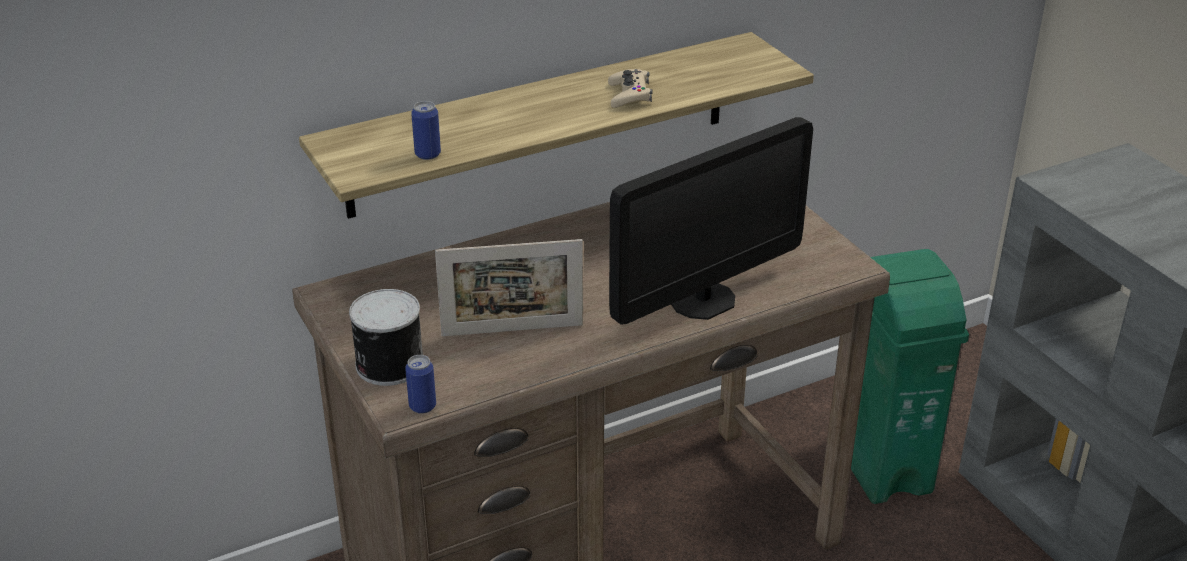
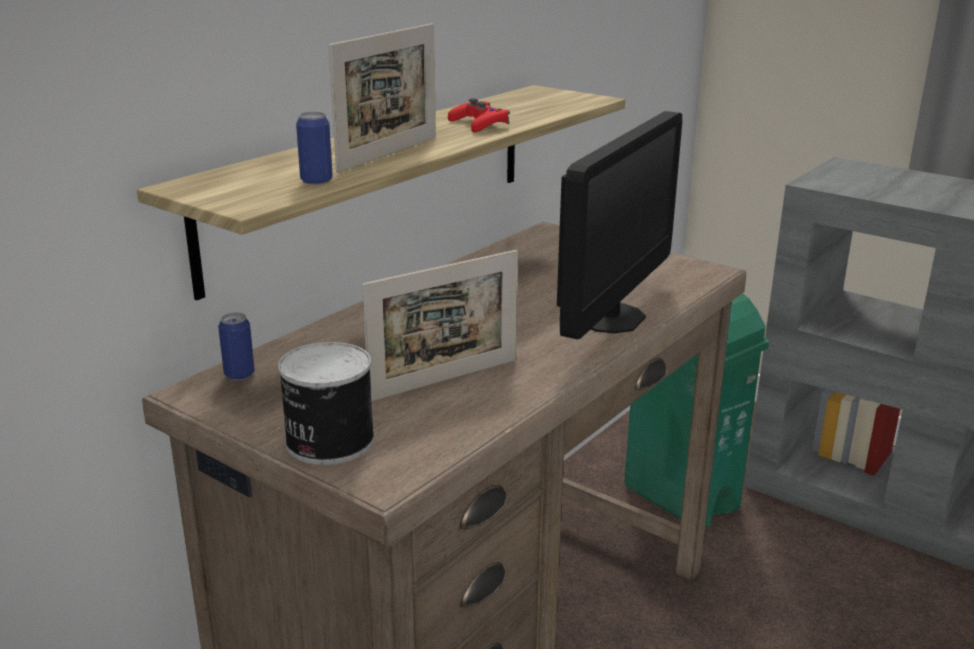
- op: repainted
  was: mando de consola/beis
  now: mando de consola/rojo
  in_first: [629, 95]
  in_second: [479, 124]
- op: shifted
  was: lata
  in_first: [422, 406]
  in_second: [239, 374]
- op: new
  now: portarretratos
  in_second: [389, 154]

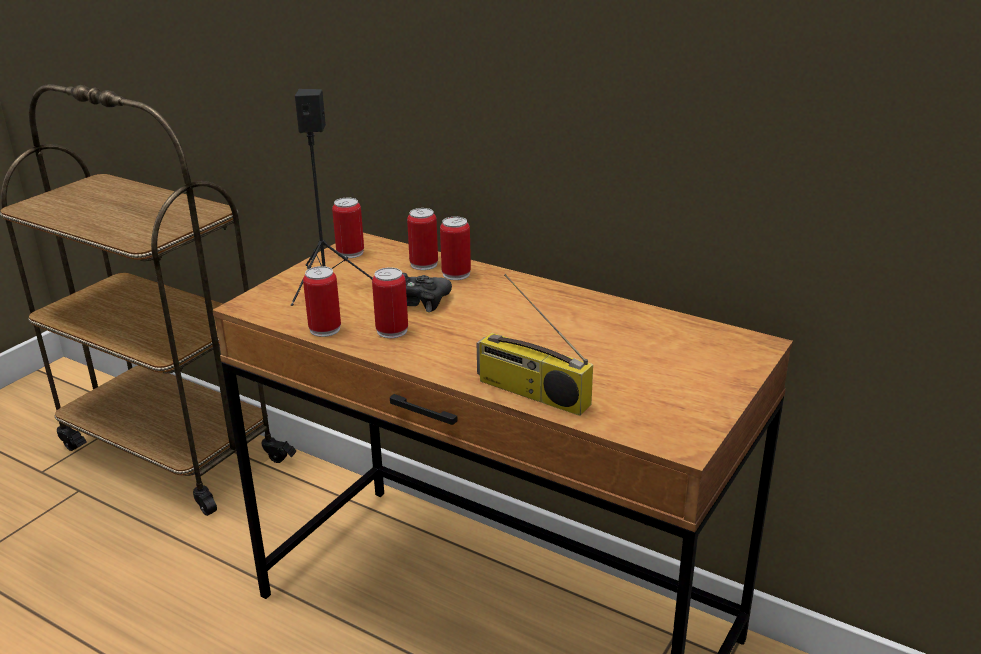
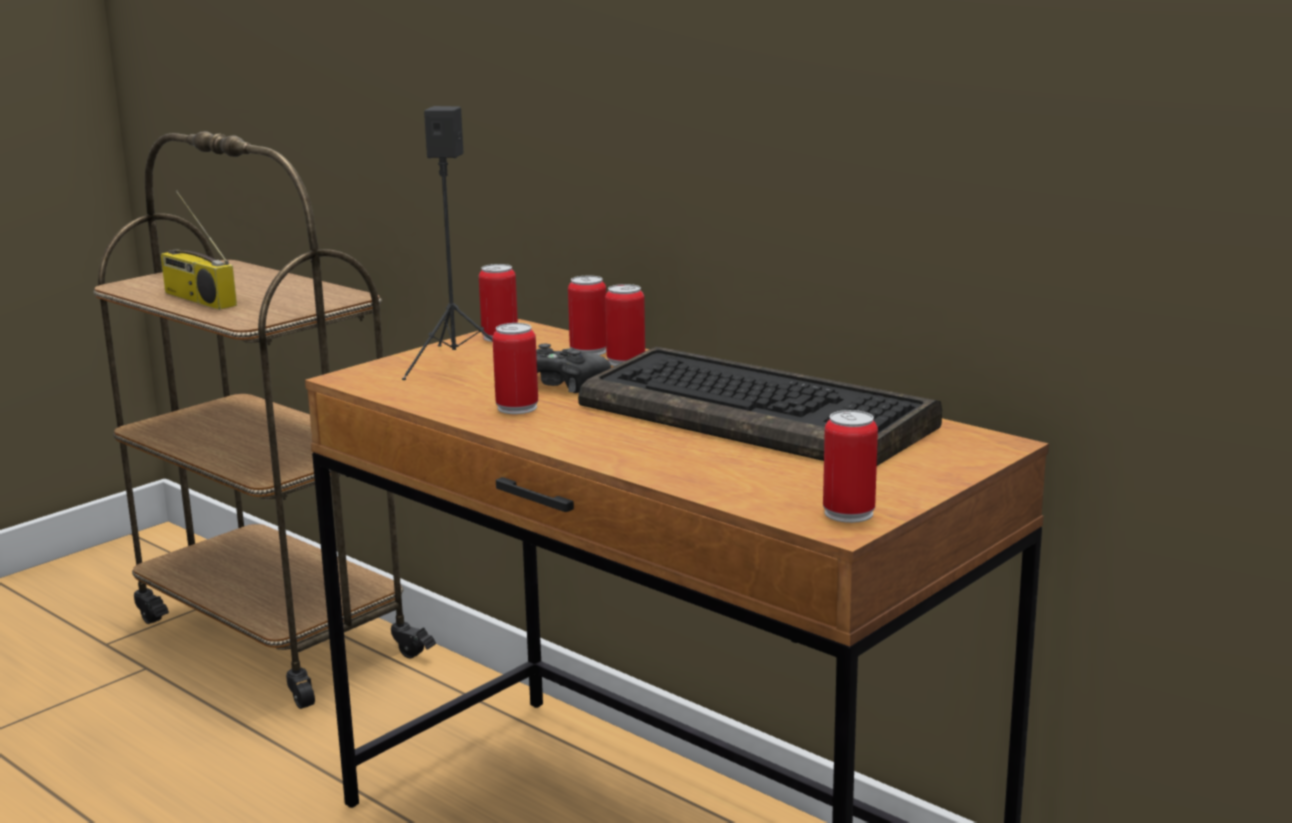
- op: shifted
  was: lata
  in_first: [325, 329]
  in_second: [848, 513]
- op: shifted
  was: radio
  in_first: [530, 393]
  in_second: [197, 299]
- op: new
  now: teclado
  in_second: [760, 415]

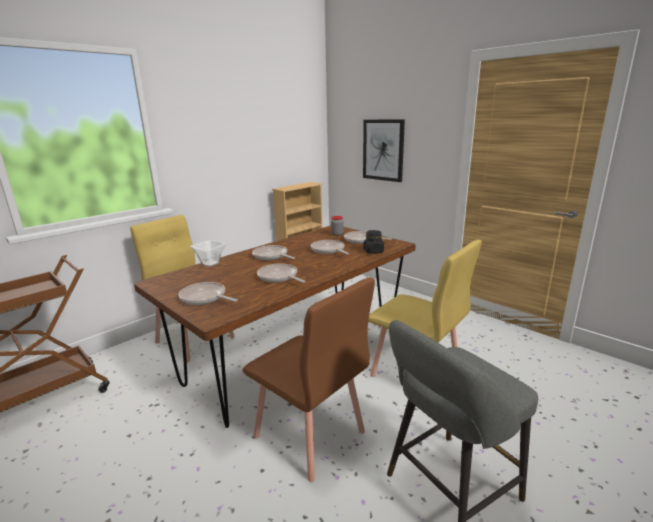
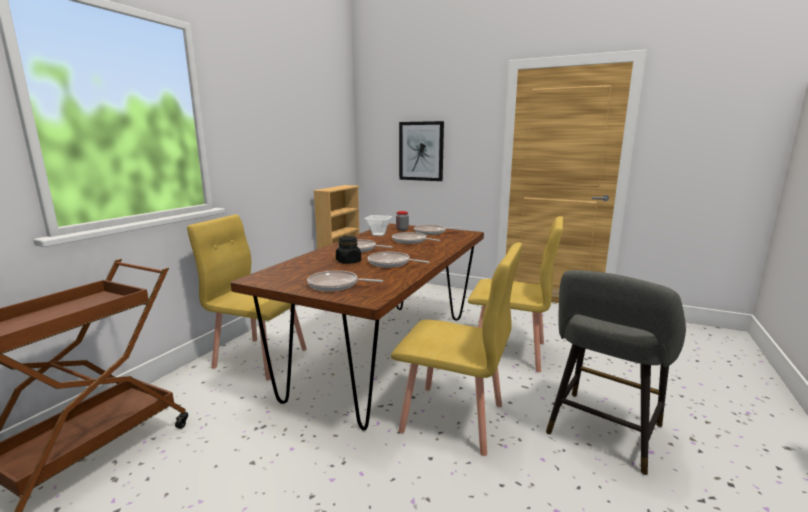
- op: shifted
  was: tarro/negro
  in_first: [373, 251]
  in_second: [348, 261]
- op: shifted
  was: cuenco
  in_first: [211, 264]
  in_second: [379, 234]
- op: repainted
  was: silla/marrón
  now: silla/amarillo
  in_first: [309, 435]
  in_second: [453, 418]

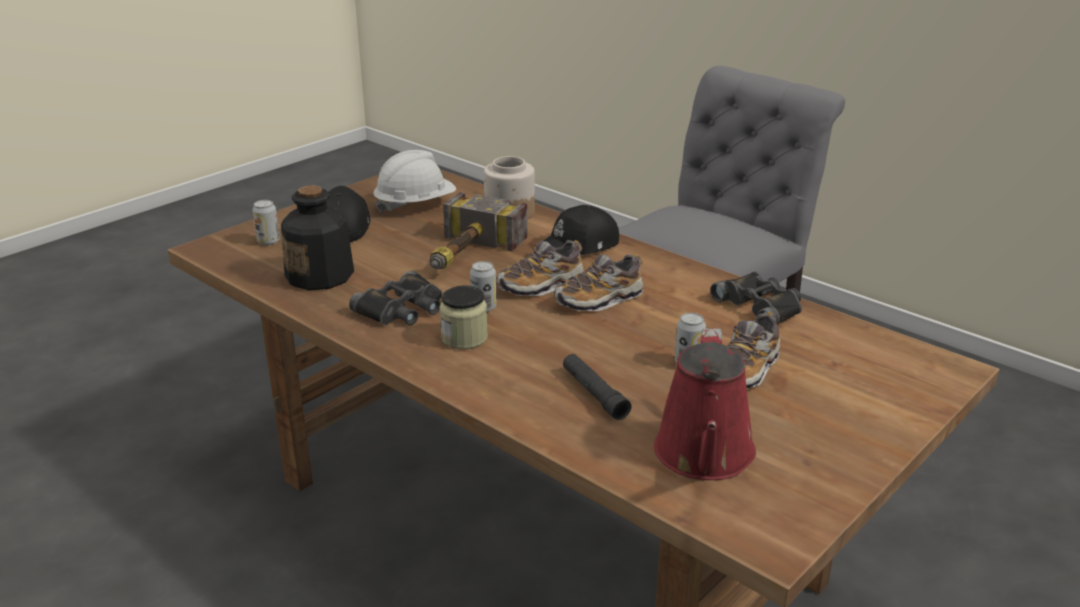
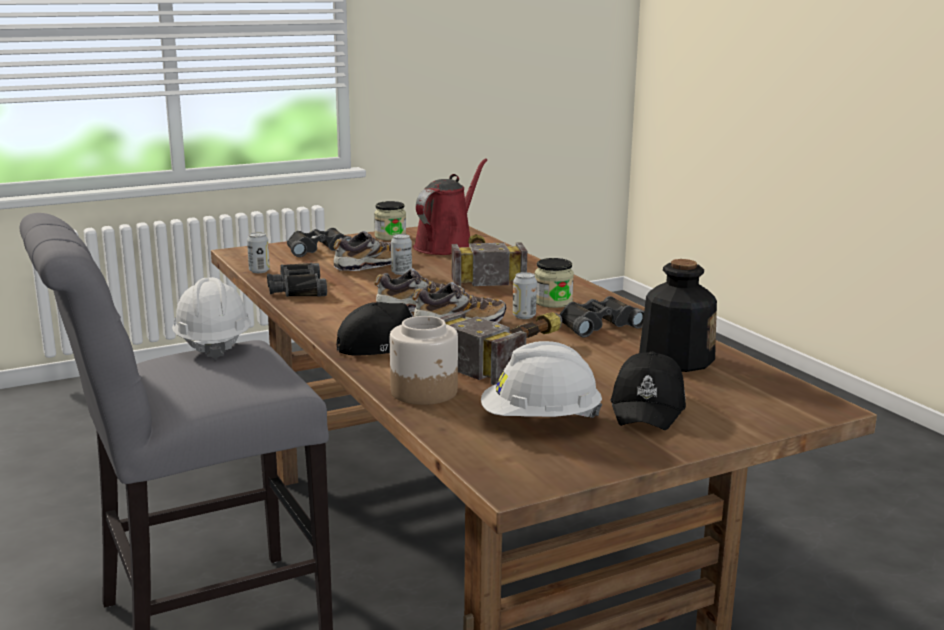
- op: shifted
  was: lata
  in_first: [268, 241]
  in_second: [259, 271]
- op: swapped
  was: linterna/negro
  now: martillo
  in_first: [594, 394]
  in_second: [482, 269]
- op: new
  now: tarro
  in_second: [390, 237]
- op: new
  now: prismáticos/negro
  in_second: [318, 249]
- op: new
  now: casco/blanco
  in_second: [213, 344]

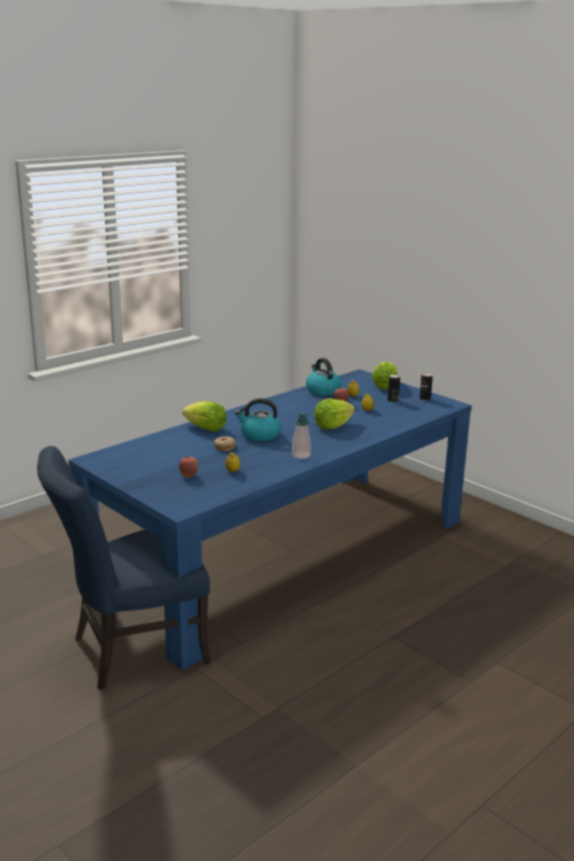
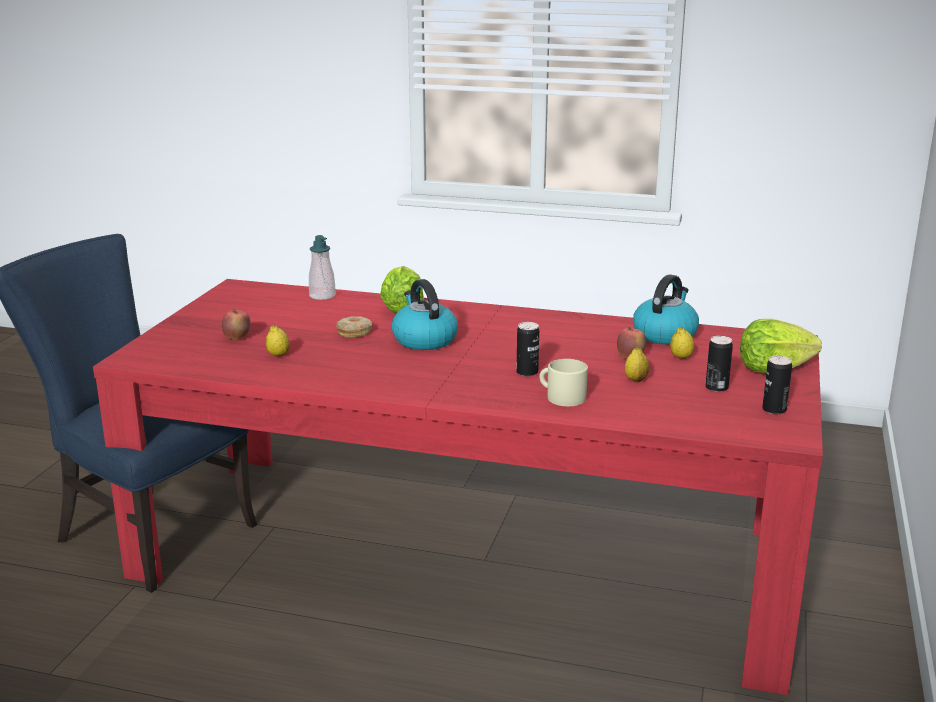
- op: repainted
  was: mesa de comedor/azul
  now: mesa de comedor/rojo
  in_first: [284, 554]
  in_second: [468, 556]
- op: swapped
  was: lechuga
  now: lata
  in_first: [332, 426]
  in_second: [527, 372]
- op: shifted
  was: dispensador de jabón
  in_first: [301, 455]
  in_second: [322, 296]
- op: new
  now: taza grande/beis
  in_second: [561, 397]

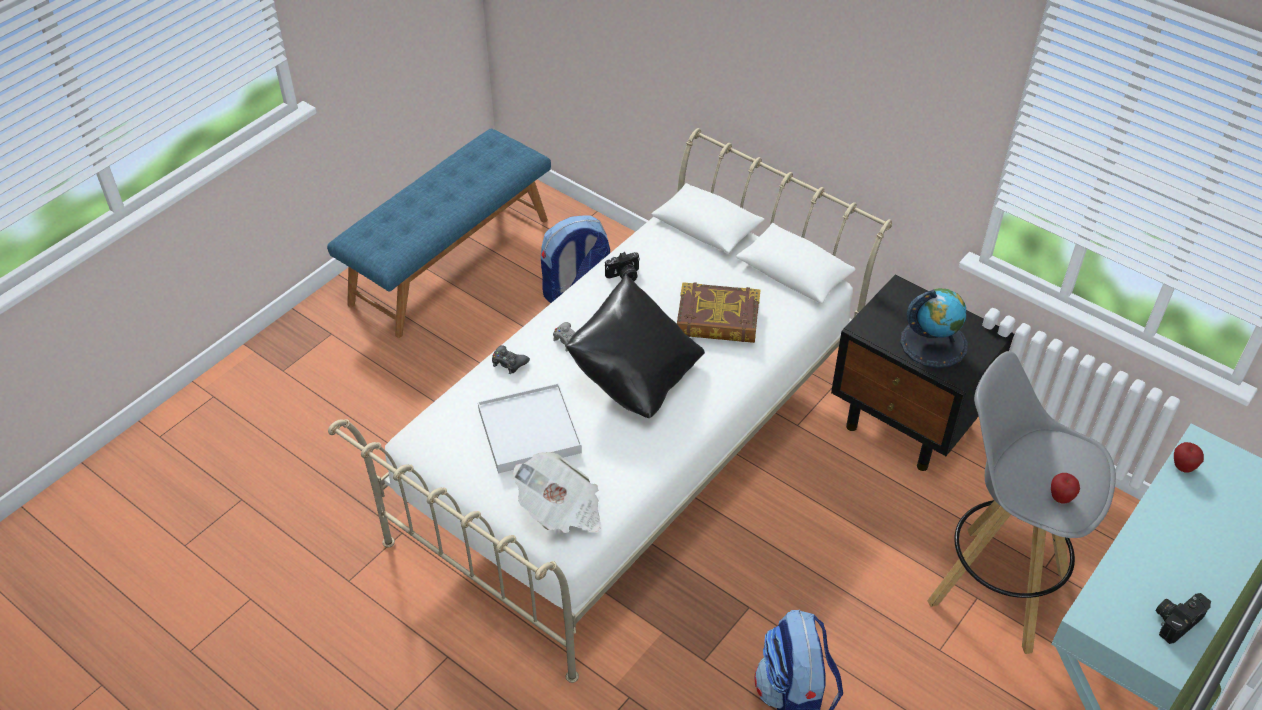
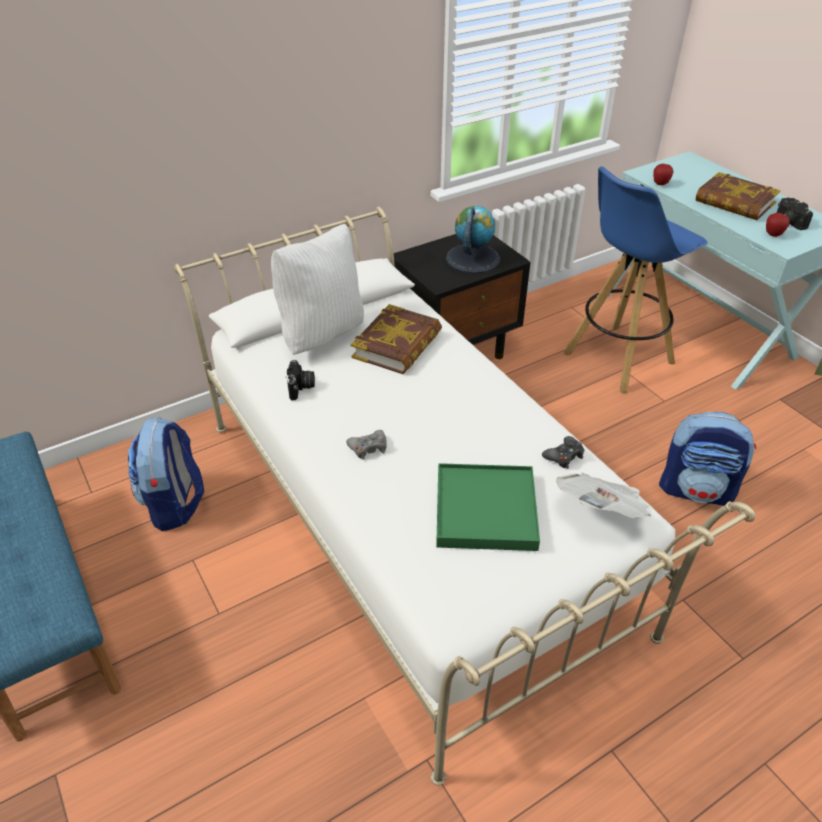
- op: gone
  was: cojín/negro
  in_first: [635, 376]
- op: shifted
  was: mando de consola/negro
  in_first: [509, 363]
  in_second: [564, 456]
- op: repainted
  was: taburete/gris
  now: taburete/azul
  in_first: [995, 586]
  in_second: [616, 358]
- op: repainted
  was: bandeja/blanco
  now: bandeja/verde
  in_first: [529, 431]
  in_second: [485, 510]
- op: shifted
  was: manzana
  in_first: [1060, 498]
  in_second: [773, 235]
- op: new
  now: libro
  in_second: [734, 202]
- op: new
  now: cojín/blanco
  in_second: [322, 334]

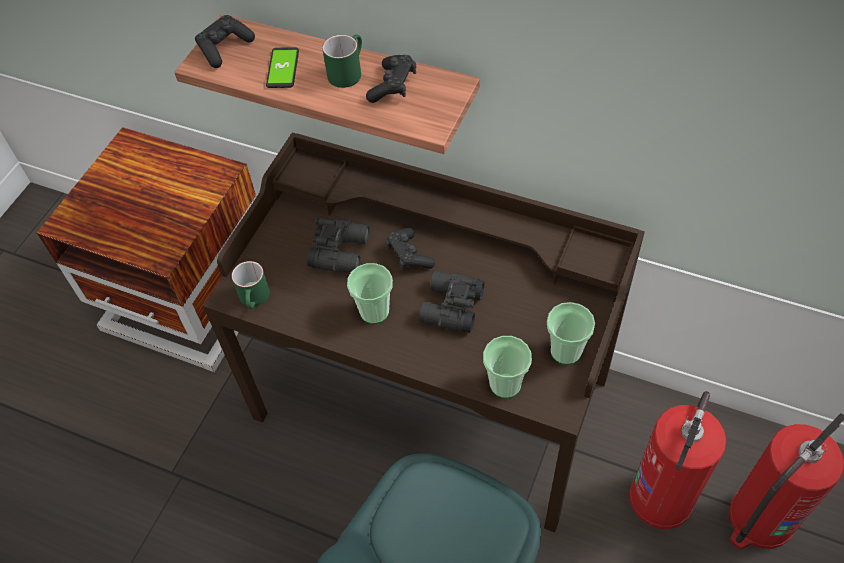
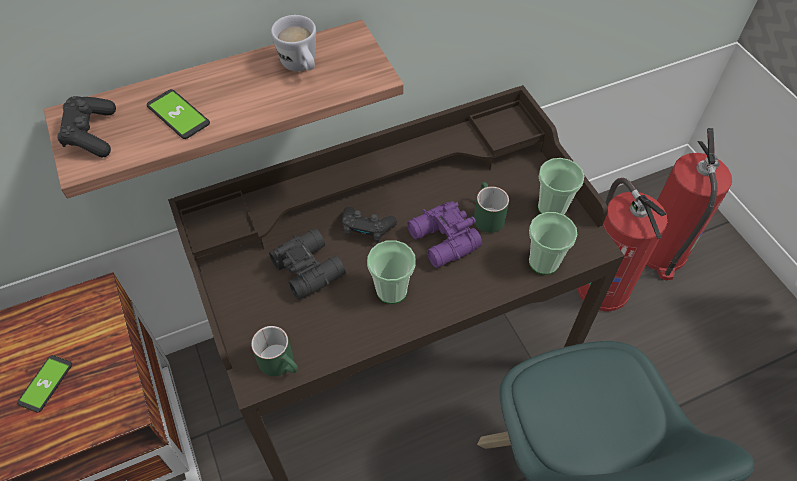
- op: shifted
  was: taza grande/verde
  in_first: [347, 71]
  in_second: [486, 215]
- op: swapped
  was: mando de consola/negro
  now: taza grande/blanco
  in_first: [393, 86]
  in_second: [301, 67]
- op: repainted
  was: prismáticos/negro
  now: prismáticos/morado
  in_first: [450, 307]
  in_second: [442, 241]
- op: new
  now: móvil
  in_second: [45, 383]

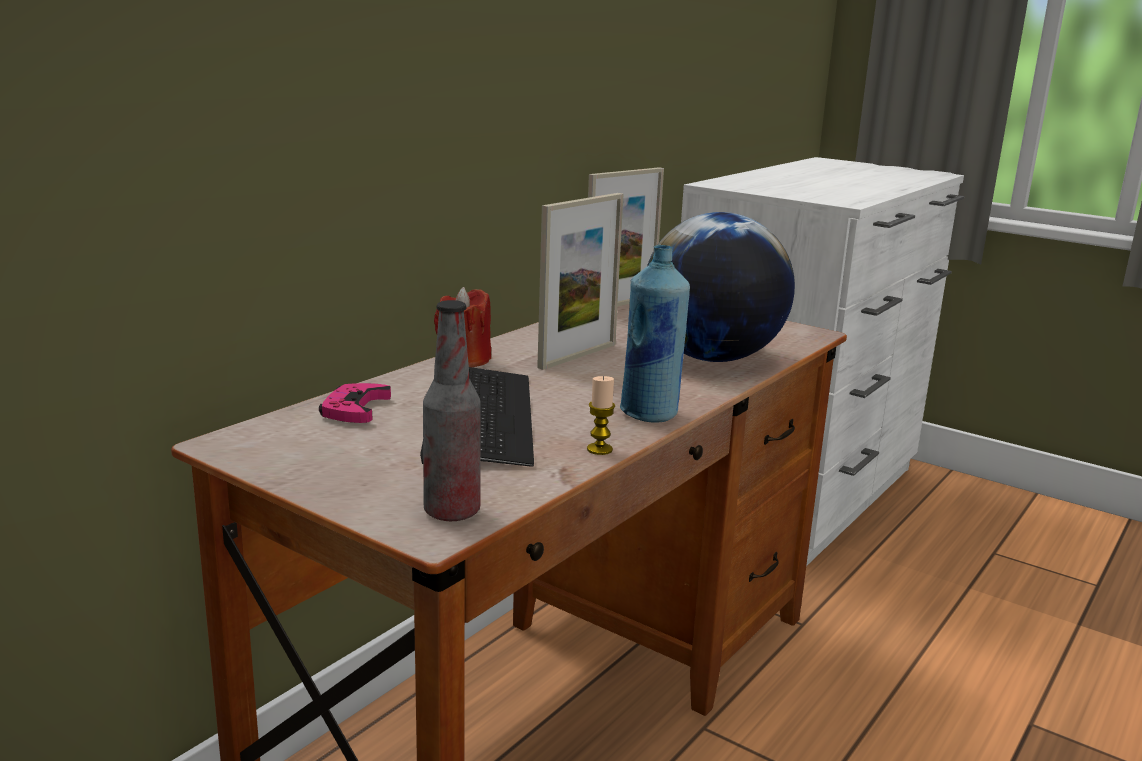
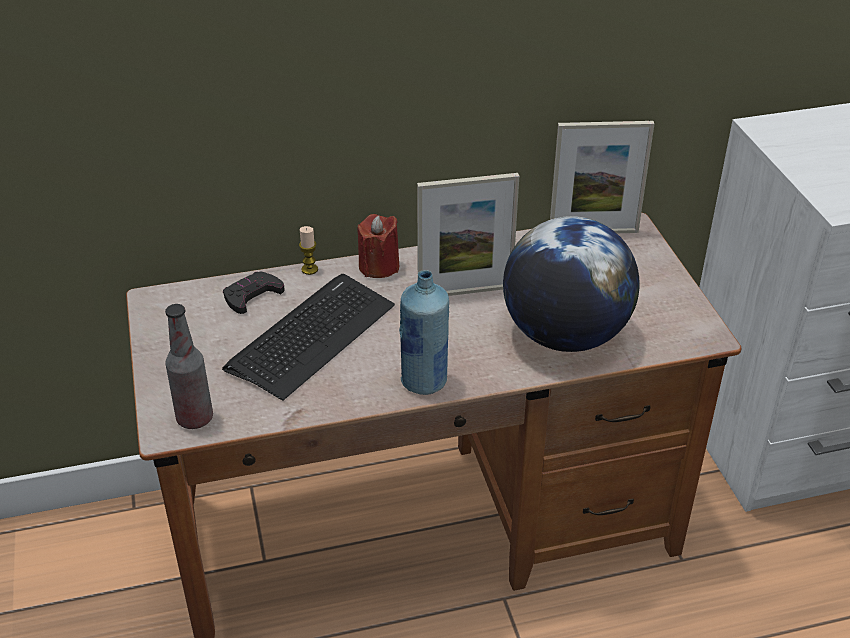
- op: shifted
  was: vela
  in_first: [599, 449]
  in_second: [309, 269]
- op: repainted
  was: mando de consola/rosa
  now: mando de consola/negro
  in_first: [354, 409]
  in_second: [252, 295]

